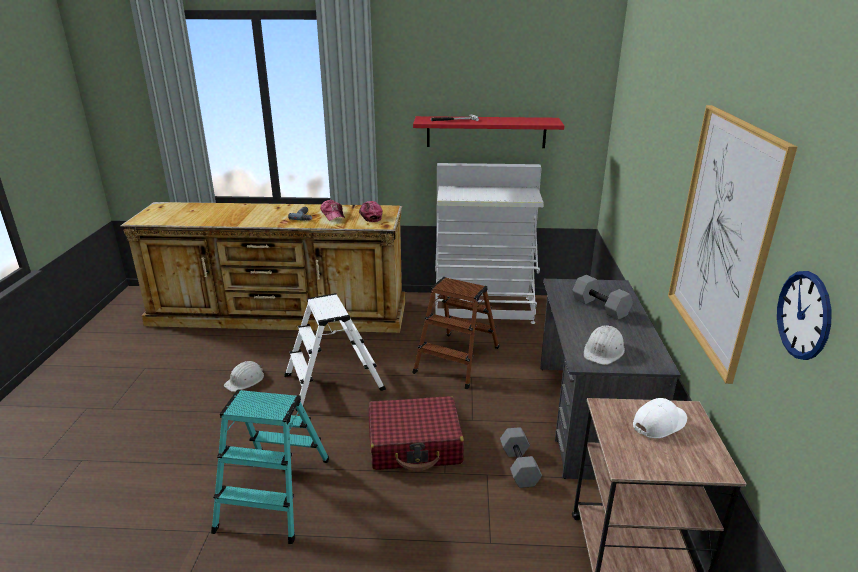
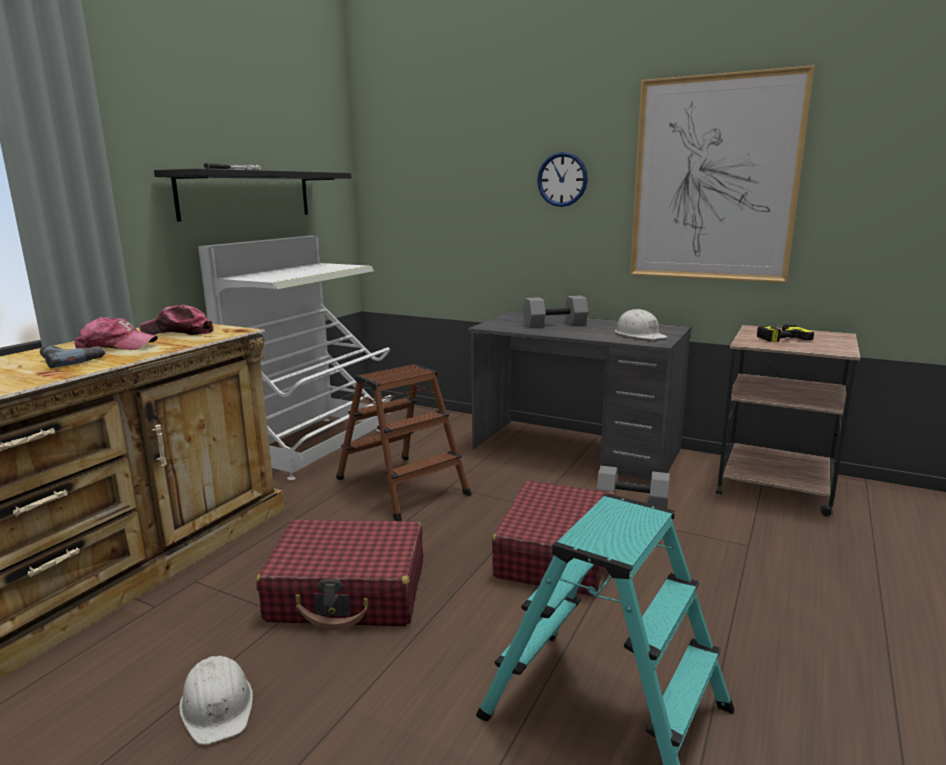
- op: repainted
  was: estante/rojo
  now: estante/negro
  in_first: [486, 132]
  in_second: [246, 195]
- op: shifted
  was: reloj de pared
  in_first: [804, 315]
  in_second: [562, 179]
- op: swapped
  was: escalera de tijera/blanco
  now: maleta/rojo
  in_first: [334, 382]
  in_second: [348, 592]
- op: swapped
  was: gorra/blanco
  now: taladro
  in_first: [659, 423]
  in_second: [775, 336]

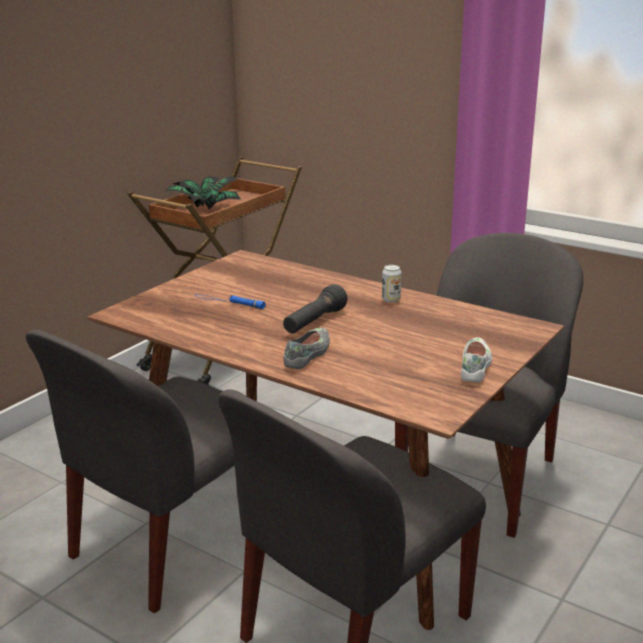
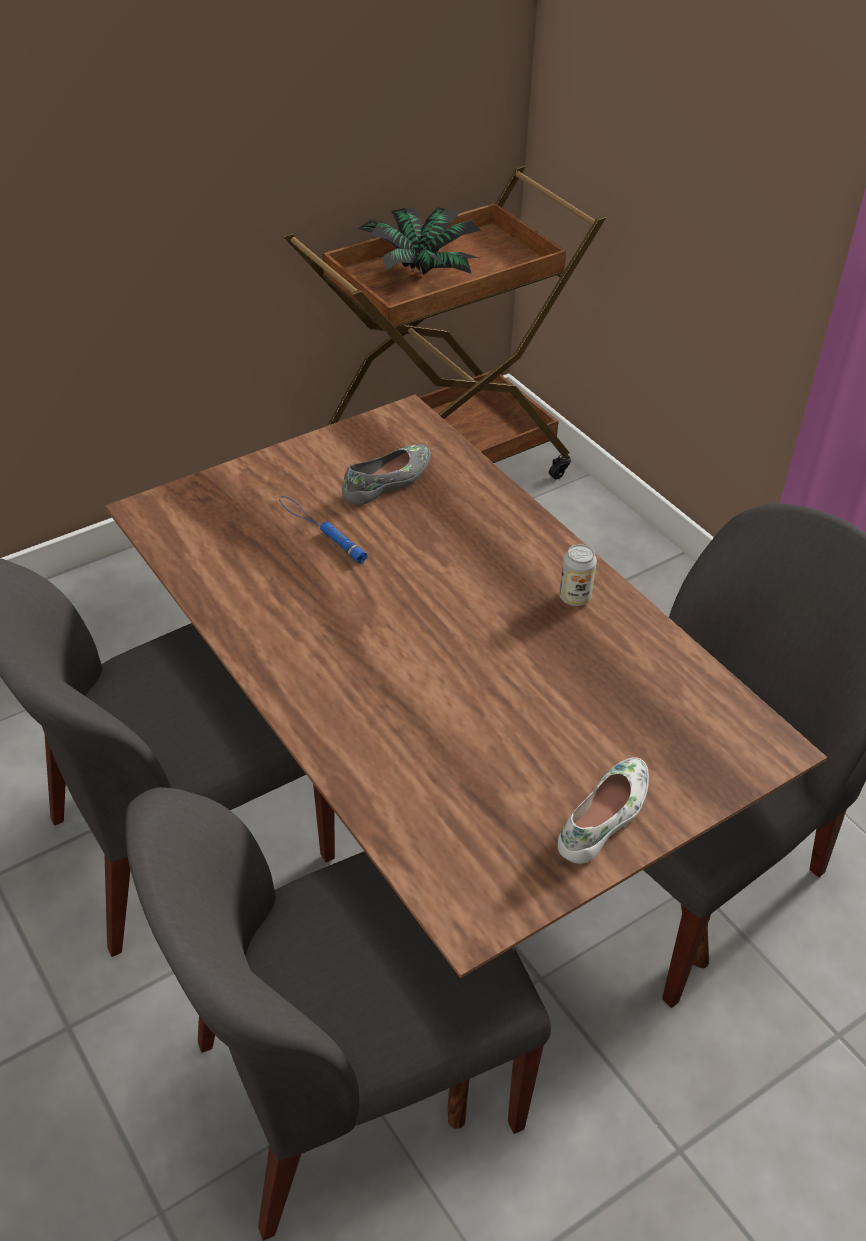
- op: gone
  was: linterna/negro
  in_first: [314, 322]
- op: shifted
  was: zapato/gris
  in_first: [308, 354]
  in_second: [388, 482]

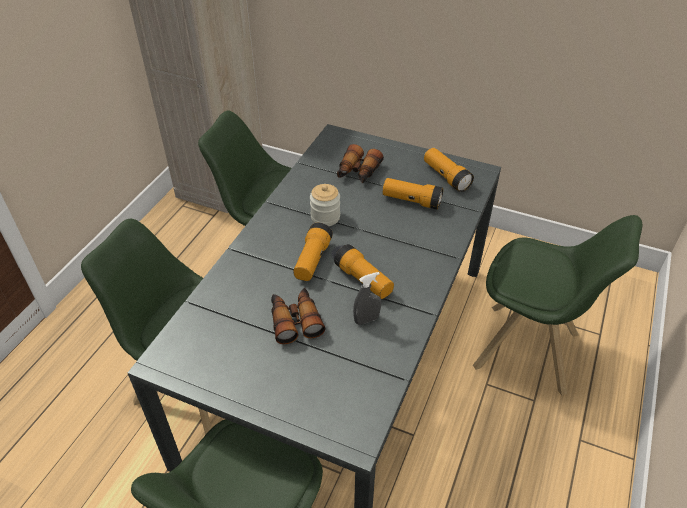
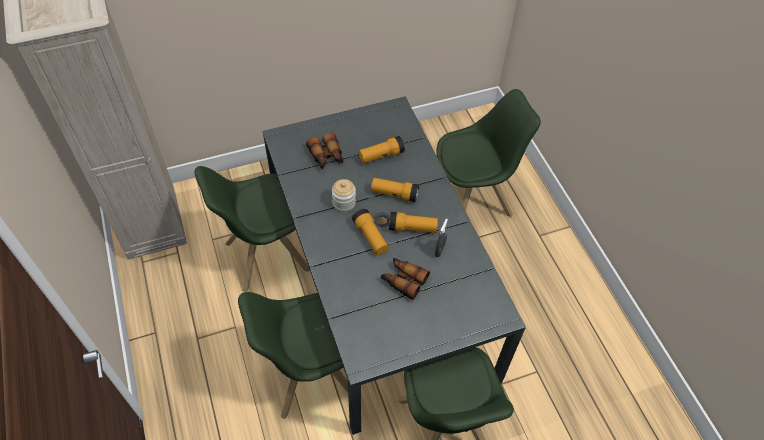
- op: shifted
  was: linterna
  in_first: [446, 177]
  in_second: [394, 194]

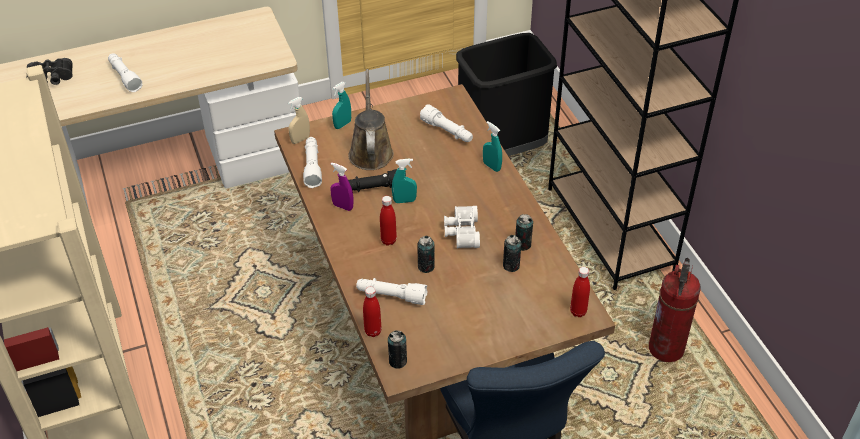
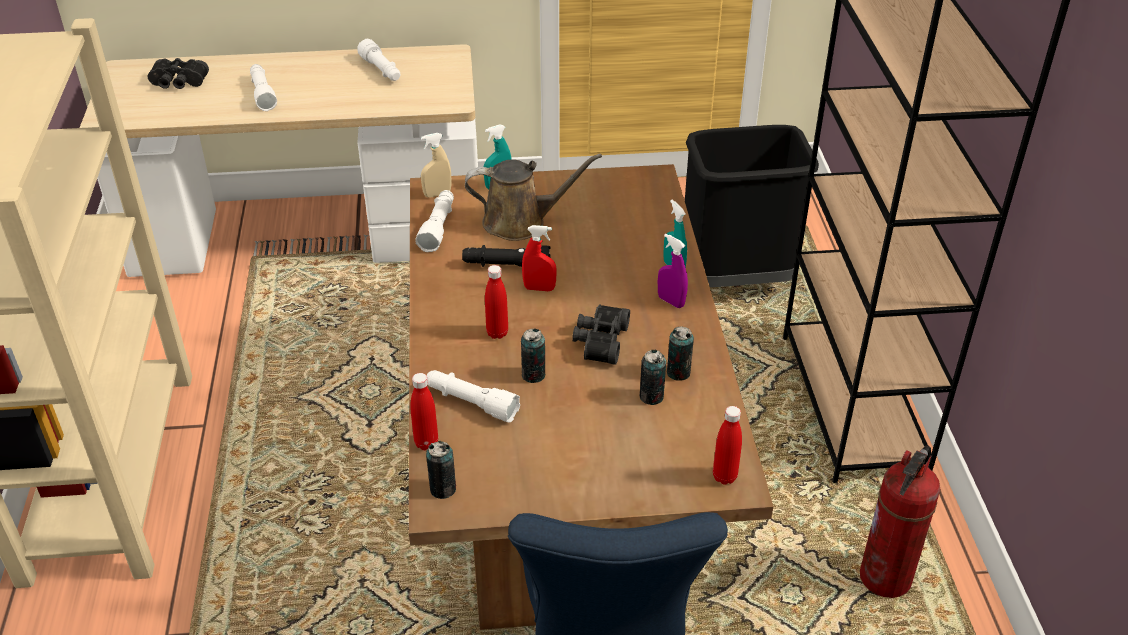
- op: rotated
  was: regadera/marrón
  in_first: [370, 151]
  in_second: [520, 222]
  clockwise: 75
- op: shifted
  was: linterna/blanco
  in_first: [447, 131]
  in_second: [381, 70]
- op: repainted
  was: pulverizador/turquesa
  now: pulverizador/rojo
  in_first: [404, 200]
  in_second: [539, 288]
- op: shifted
  was: pulverizador/morado
  in_first: [343, 206]
  in_second: [671, 301]
- op: repainted
  was: prismáticos/blanco
  now: prismáticos/negro
  in_first: [461, 232]
  in_second: [599, 341]

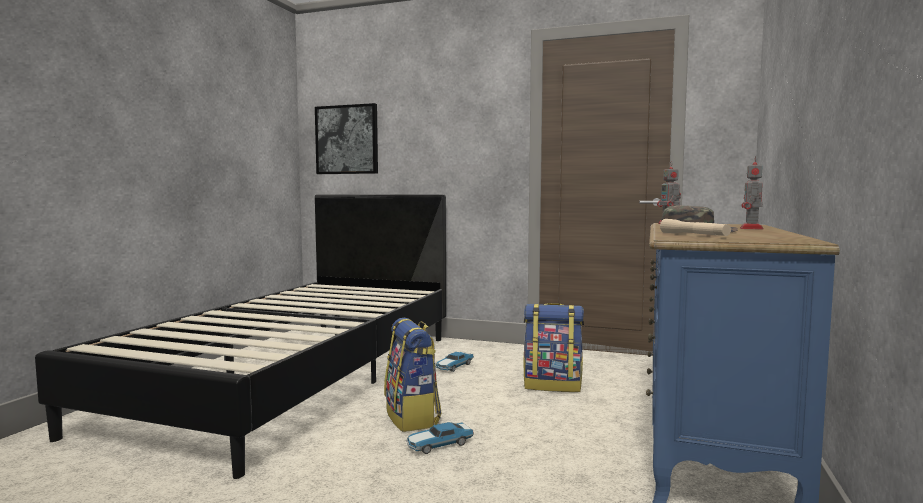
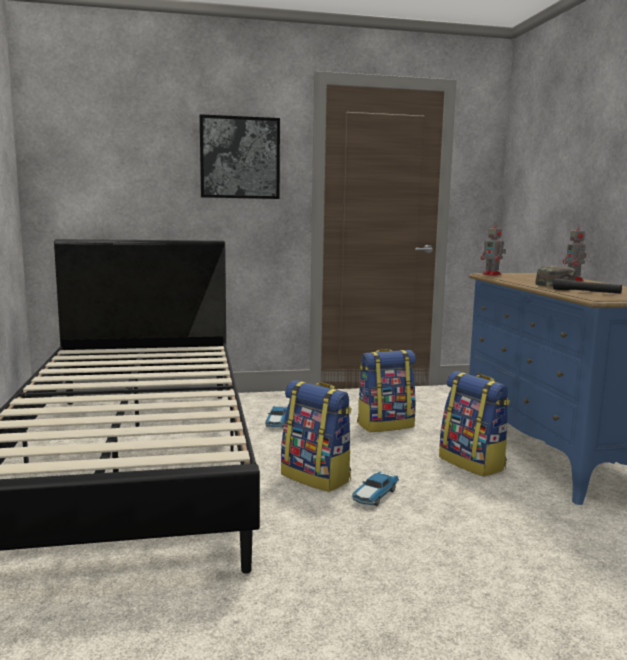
- op: shifted
  was: cuadro
  in_first: [347, 140]
  in_second: [240, 158]
- op: repainted
  was: linterna/beis
  now: linterna/negro
  in_first: [693, 235]
  in_second: [586, 292]
- op: new
  now: mochila
  in_second: [473, 463]

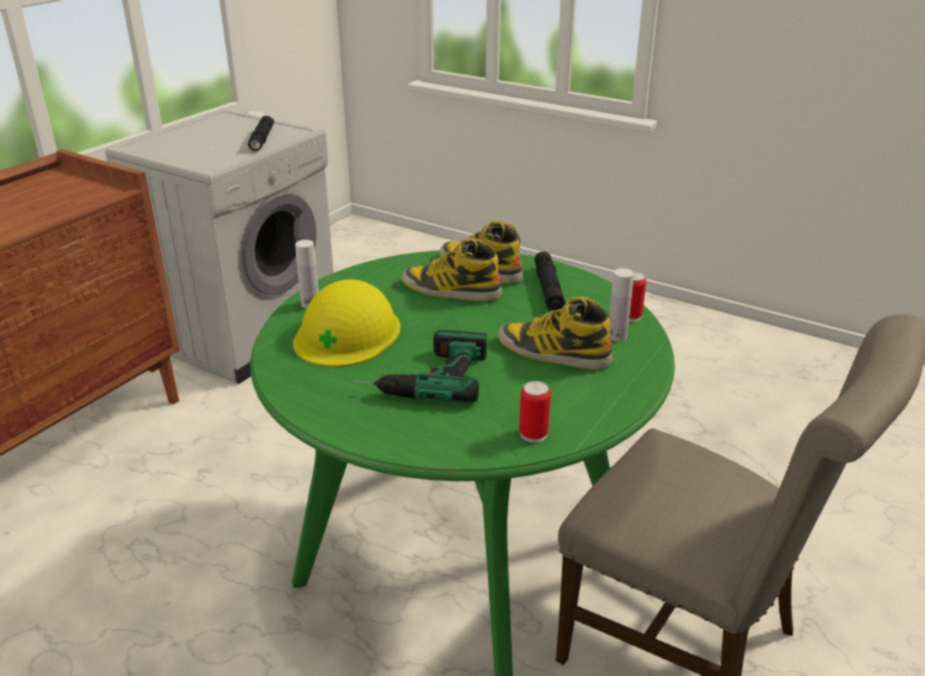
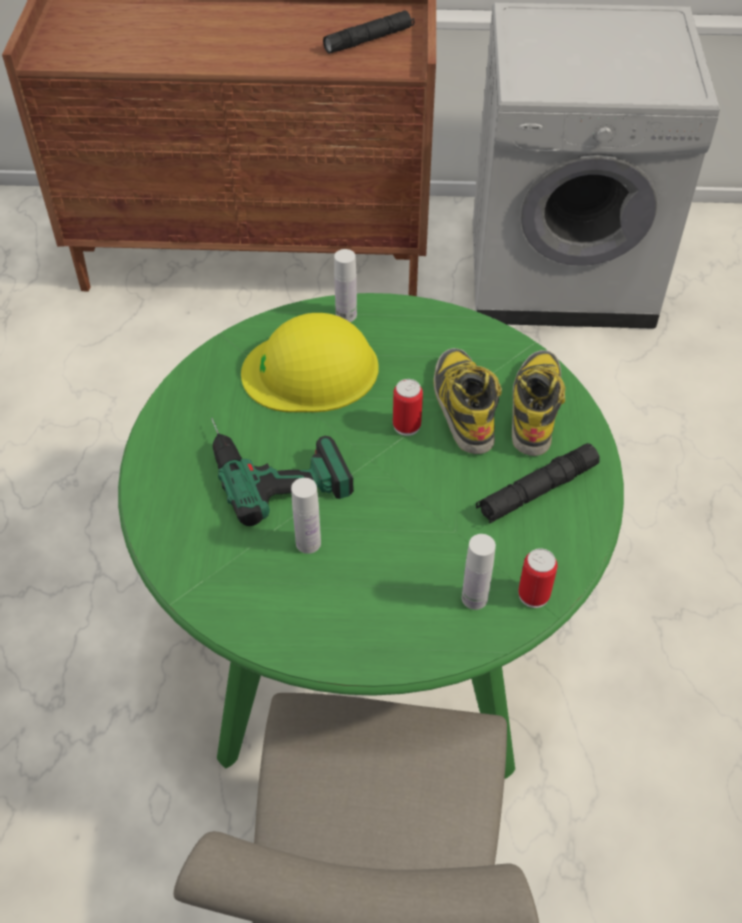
- op: shifted
  was: linterna/negro
  in_first: [262, 139]
  in_second: [369, 40]
- op: gone
  was: bota
  in_first: [552, 352]
- op: shifted
  was: lata
  in_first: [533, 434]
  in_second: [406, 425]
- op: new
  now: botella/blanco
  in_second: [308, 543]

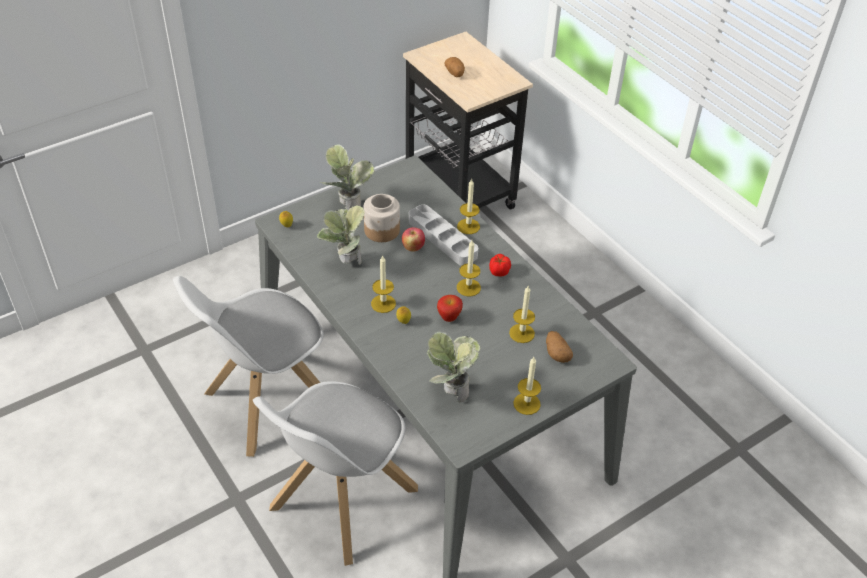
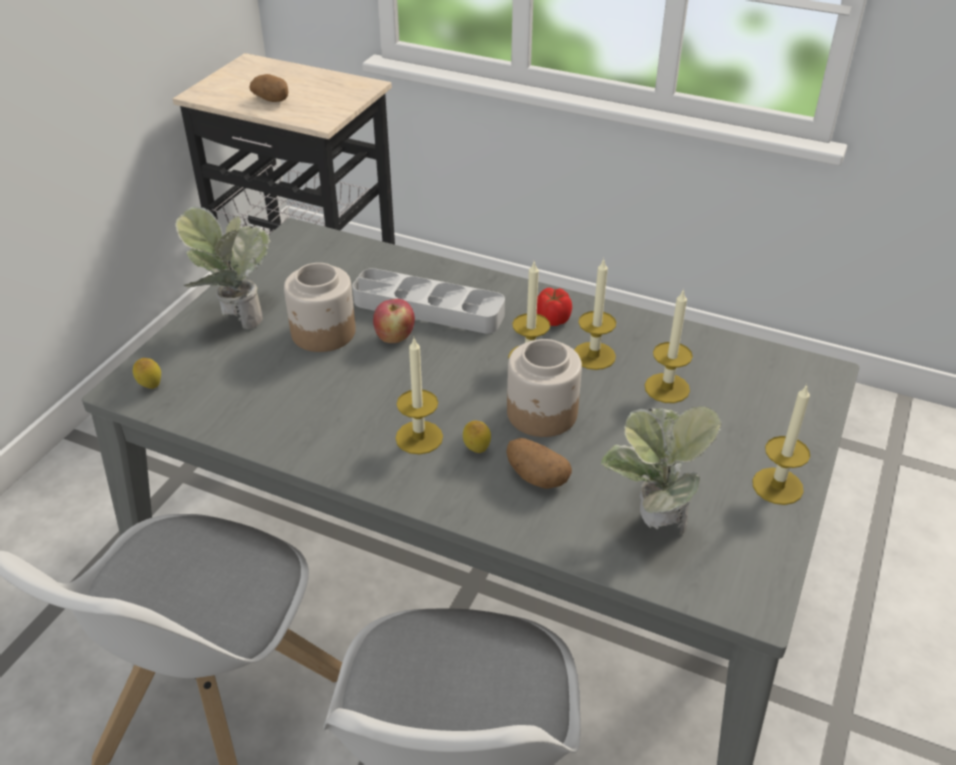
- op: shifted
  was: vela
  in_first: [468, 226]
  in_second: [594, 356]
- op: gone
  was: planta en maceta
  in_first: [345, 263]
- op: swapped
  was: manzana
  now: tarro
  in_first: [449, 318]
  in_second: [542, 414]
- op: shifted
  was: patata
  in_first: [556, 353]
  in_second: [535, 477]

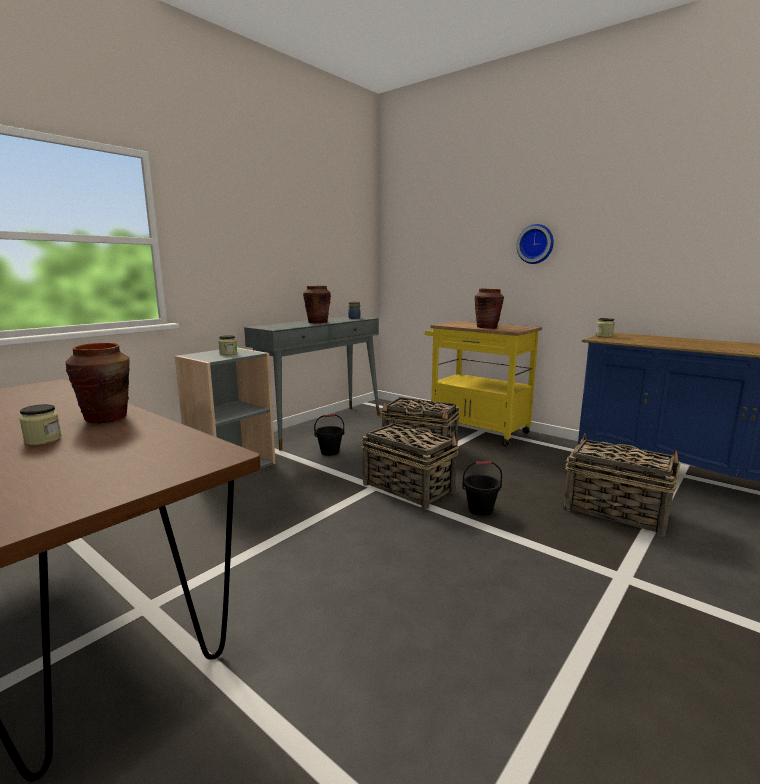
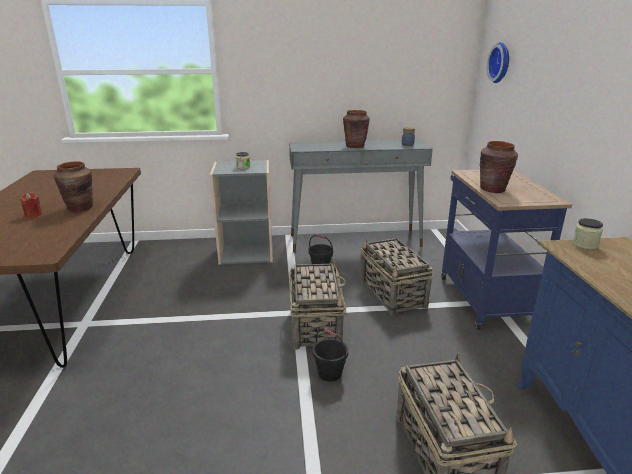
- op: shifted
  was: reloj de pared
  in_first: [536, 244]
  in_second: [501, 62]
- op: repainted
  was: carrito/amarillo
  now: carrito/azul
  in_first: [475, 430]
  in_second: [483, 299]
- op: swapped
  was: tarro
  now: vela/rojo
  in_first: [43, 440]
  in_second: [33, 215]

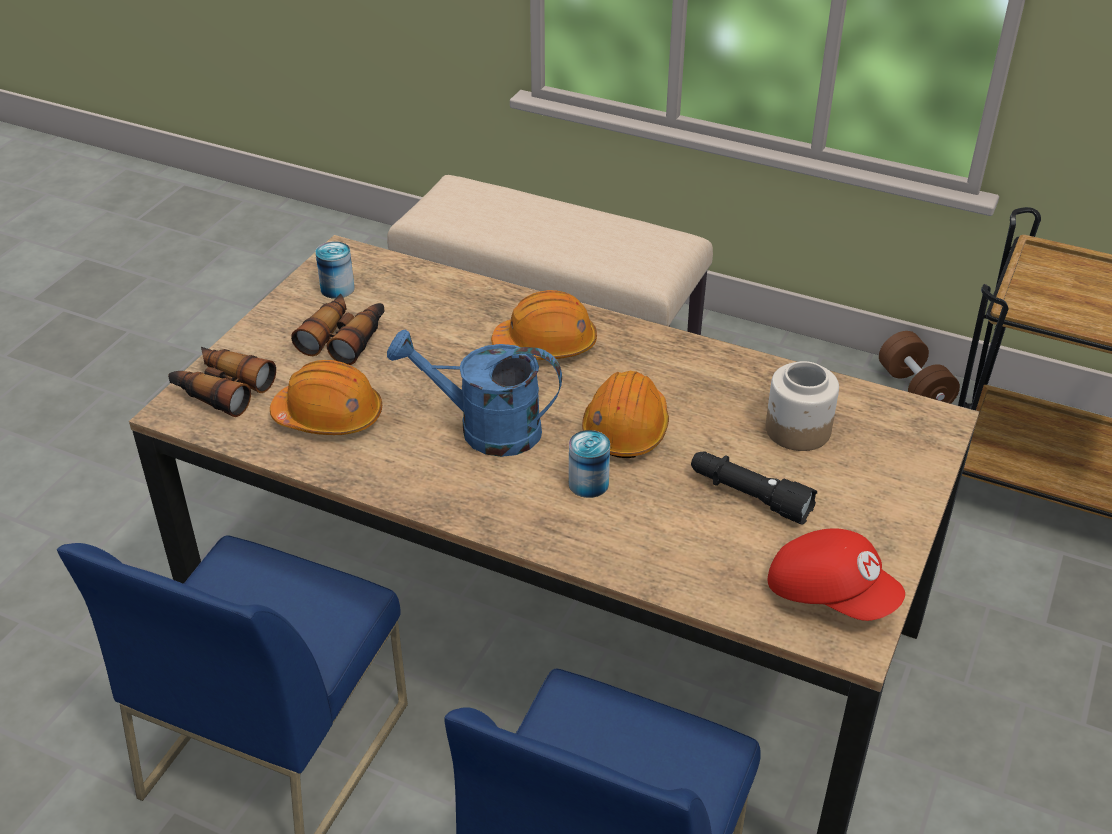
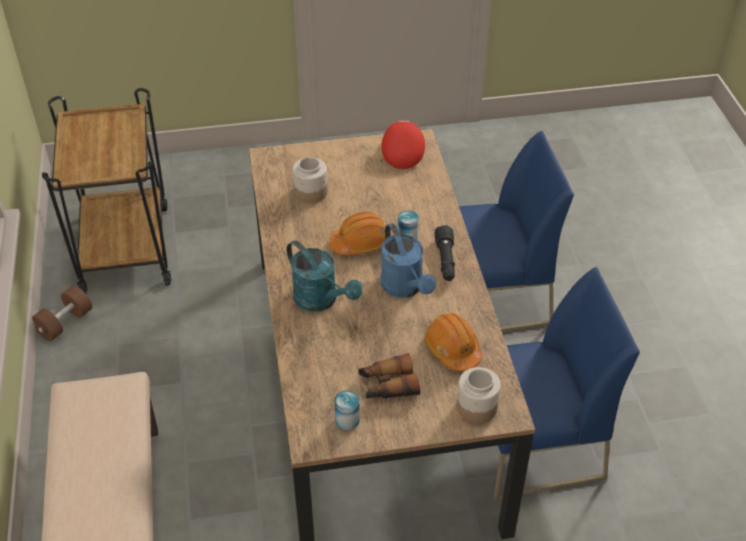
- op: swapped
  was: casco/naranja
  now: regadera/turquesa
  in_first: [546, 345]
  in_second: [321, 300]
- op: swapped
  was: prismáticos
  now: tarro
  in_first: [221, 389]
  in_second: [476, 407]
- op: shifted
  was: linterna/negro
  in_first: [749, 496]
  in_second: [445, 261]

